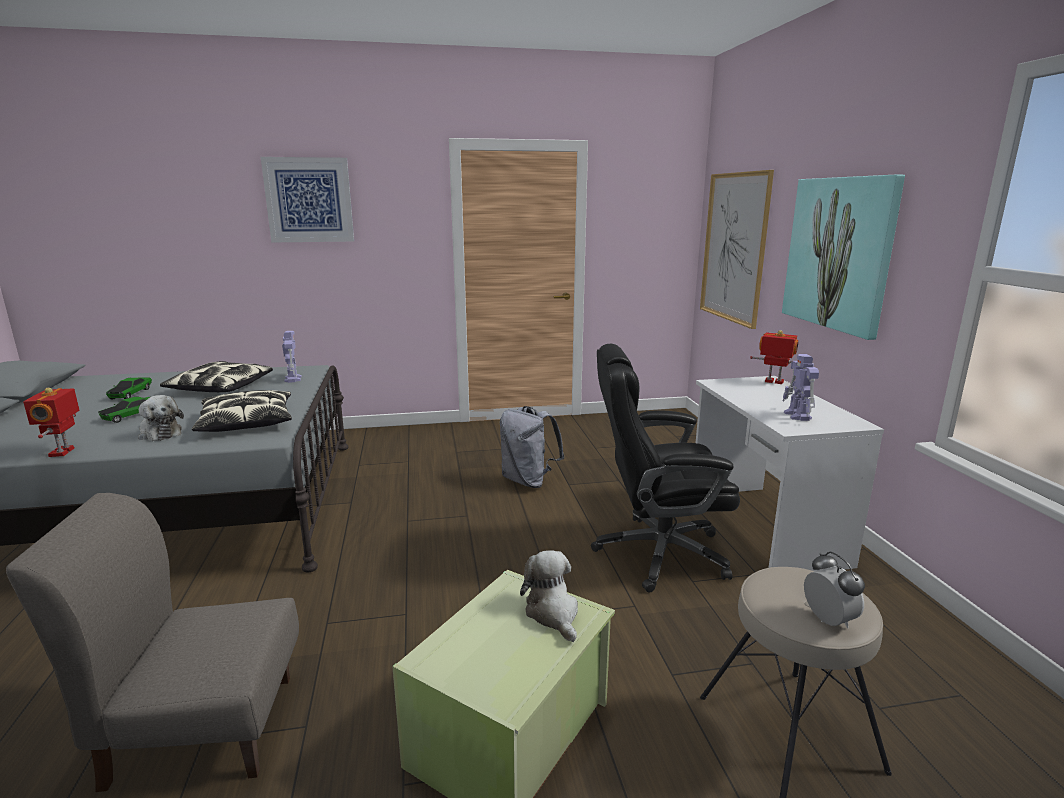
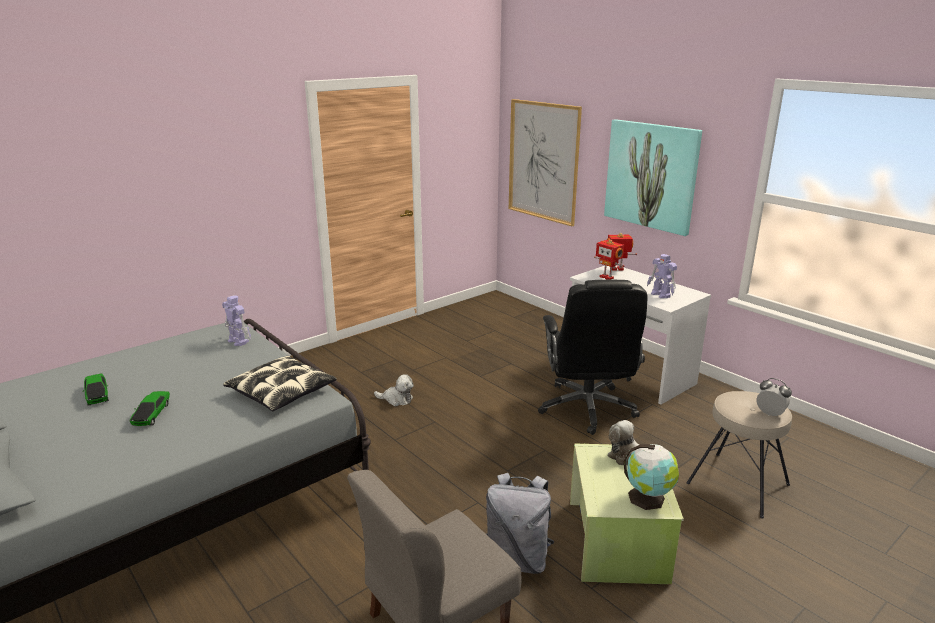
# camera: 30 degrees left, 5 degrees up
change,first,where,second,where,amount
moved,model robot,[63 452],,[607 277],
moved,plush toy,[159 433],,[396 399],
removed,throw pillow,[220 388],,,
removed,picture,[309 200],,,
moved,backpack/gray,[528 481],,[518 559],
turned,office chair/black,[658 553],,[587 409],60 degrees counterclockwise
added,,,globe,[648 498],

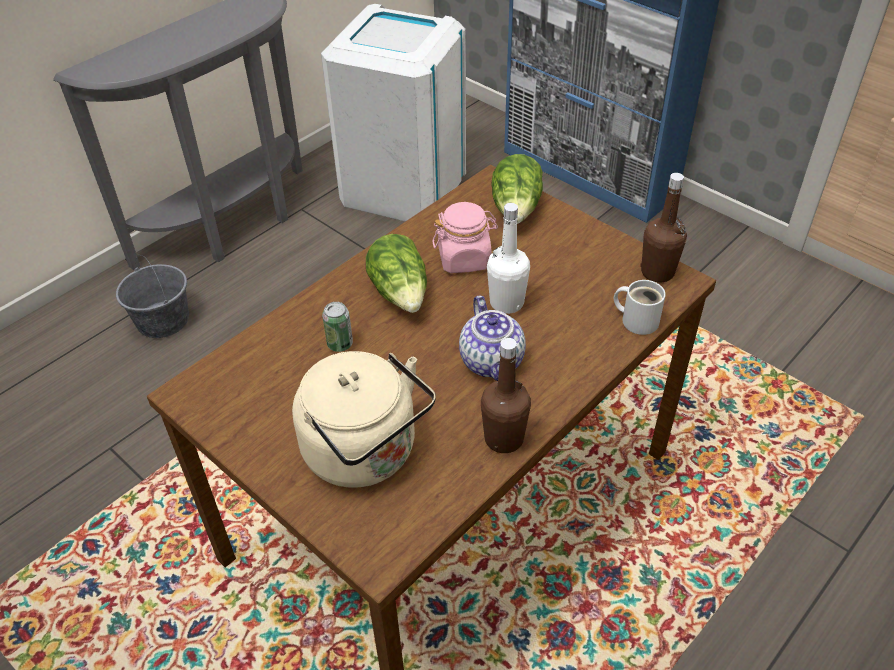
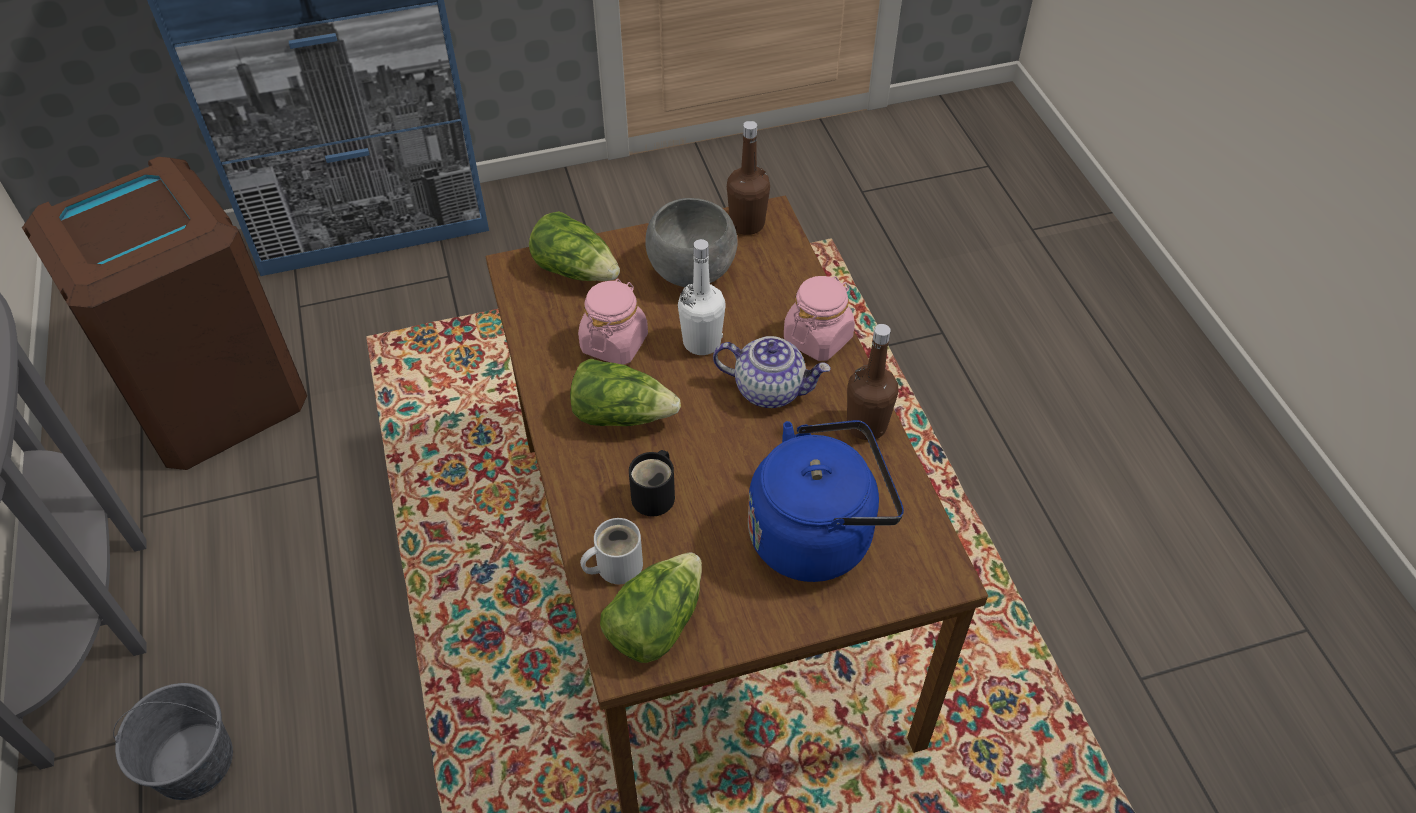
# camera: 60 degrees left, 5 degrees up
change,first,where,second,where,amount
recoloured,kettle/beige-coloured,[366 454],kettle/blue-coloured,[817 534],
recoloured,waste bin/white,[403 186],waste bin/brown-coloured,[213 395],
replaced,can,[340 344],mug/black,[656 495],
moved,mug/white,[637 319],,[614 565],
added,,,lettuce head,[655 622],
added,,,deep dish/gray,[692 270],
added,,,storage jar/pink,[818 338],

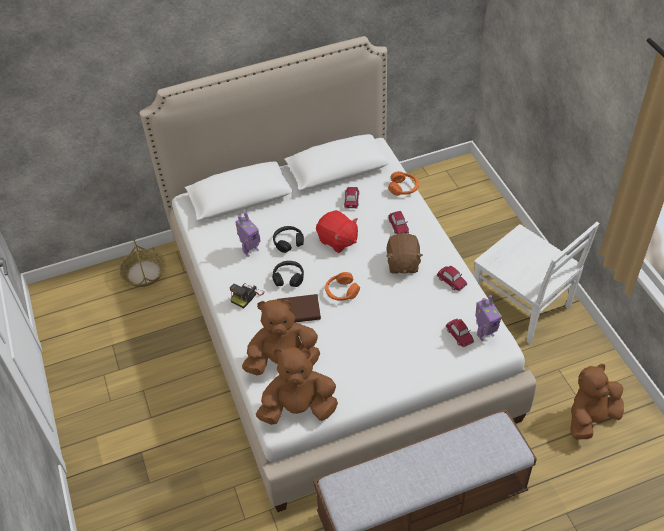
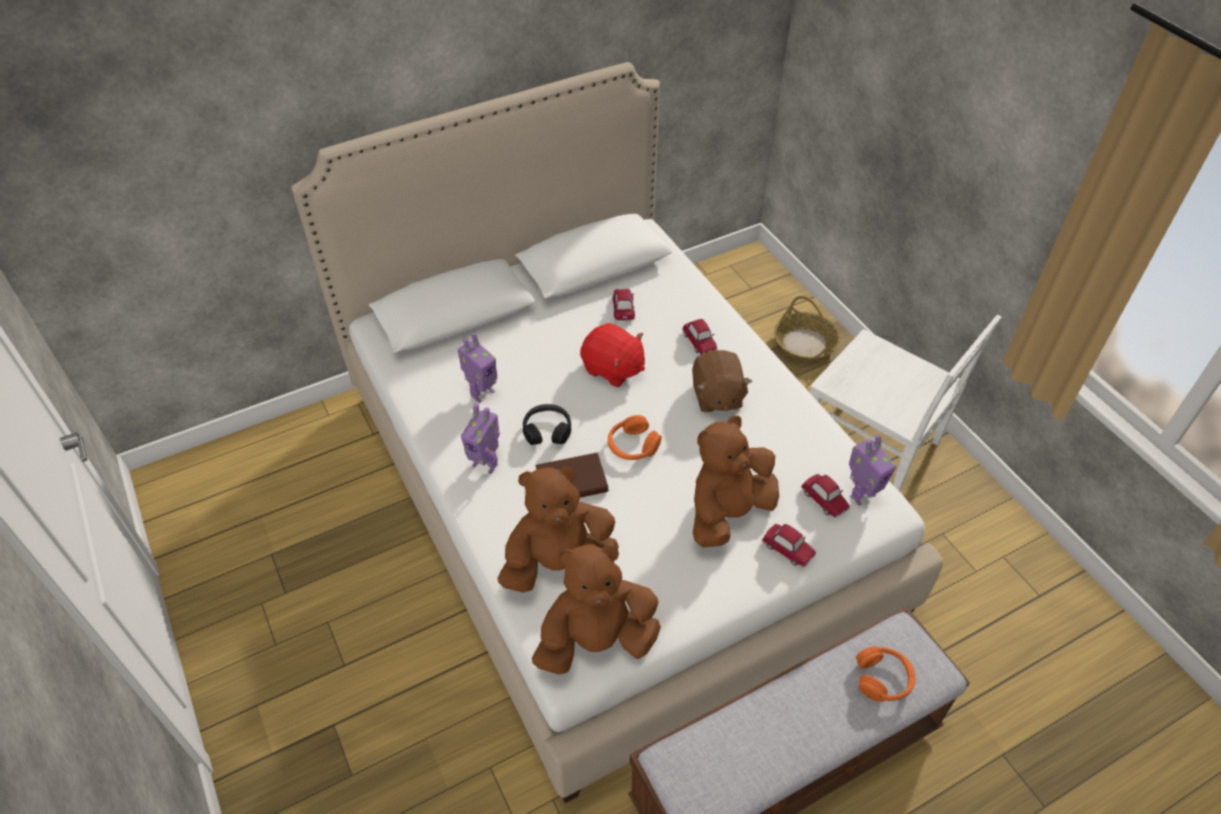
# camera: 10 degrees left, 0 degrees up
change,first,where,second,where,amount
moved,household basket,[143 273],,[804 344],
replaced,still camera,[246 296],model robot,[486 464],
removed,headset/black,[288 242],,,
moved,headset/orange,[403 188],,[883 679],
moved,miniature car,[451 281],,[788 549],
moved,plush toy/brown-coloured,[591 418],,[728 512],

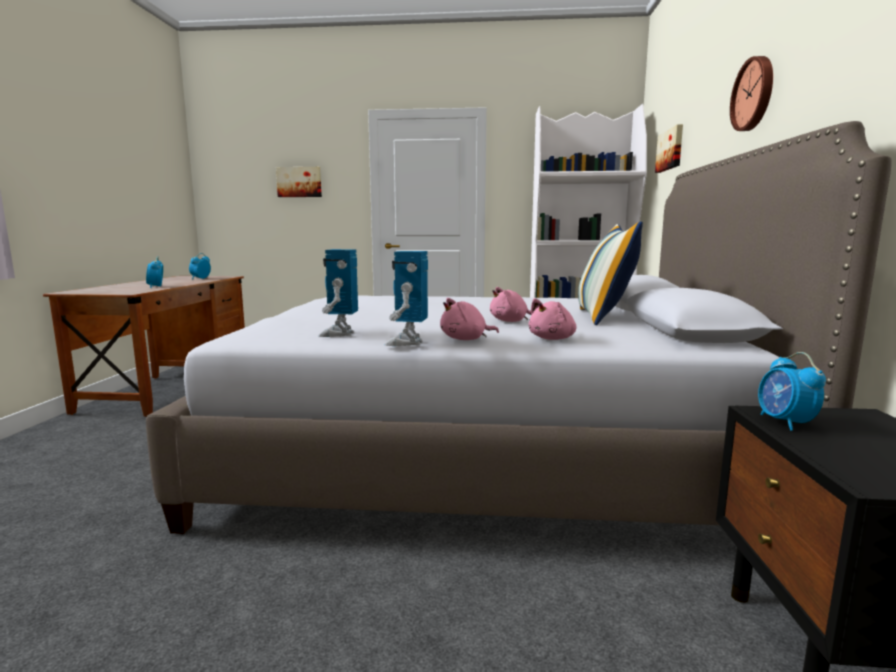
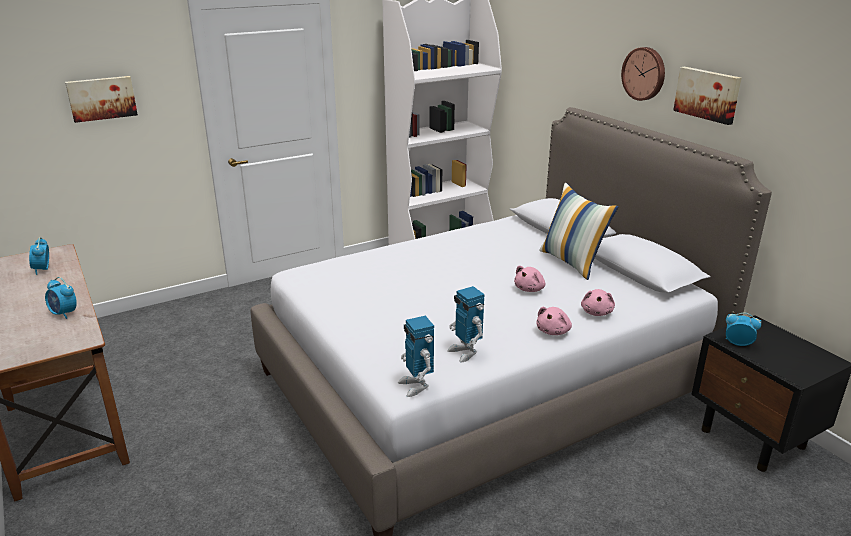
# camera: 35 degrees left, 15 degrees up
change,first,where,second,where,amount
moved,model robot,[407 343],,[416 386],
moved,picture,[671 149],,[708 94],
turned,alarm clock,[785 422],,[737 343],150 degrees clockwise

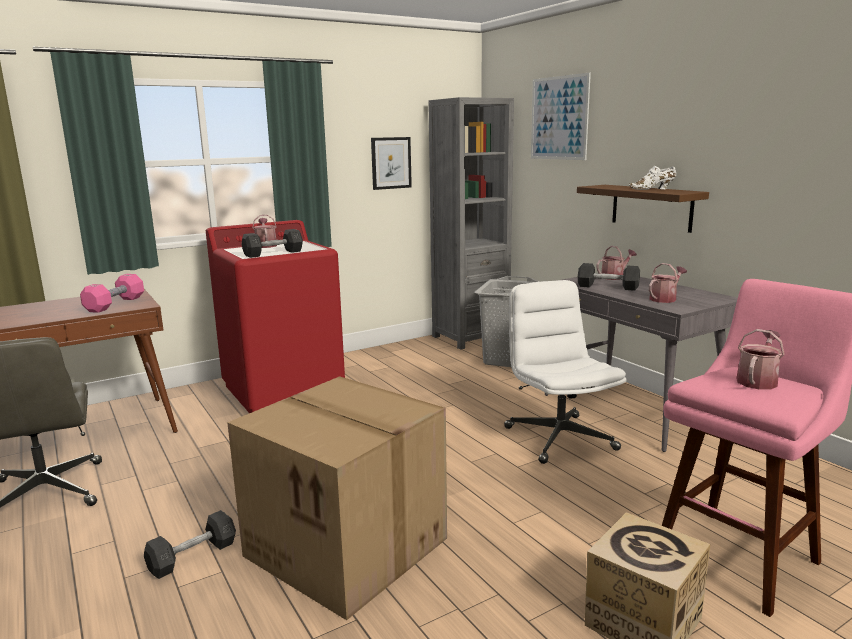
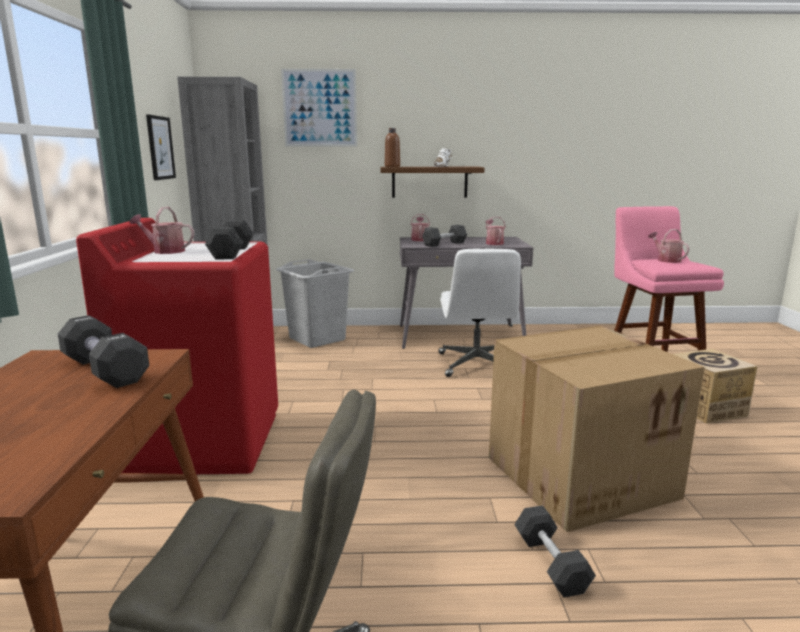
# camera: 60 degrees left, 0 degrees up
change,first,where,second,where,amount
recoloured,hand weight/pink,[115 304],hand weight/black,[105 370],
turned,office chair/white,[559 438],,[476 364],105 degrees counterclockwise
added,,,bottle/brown-coloured,[392 166],

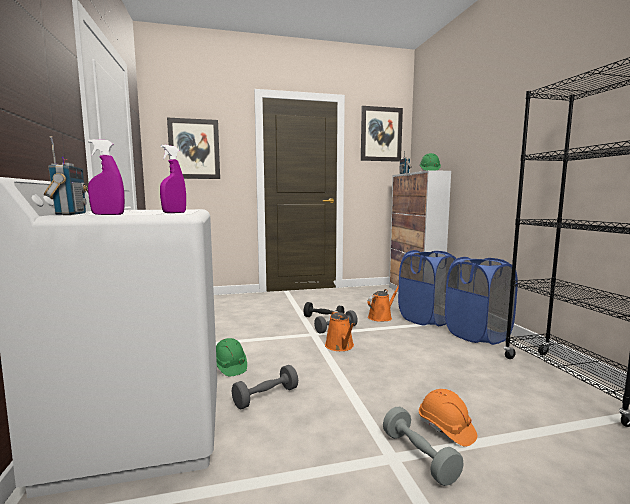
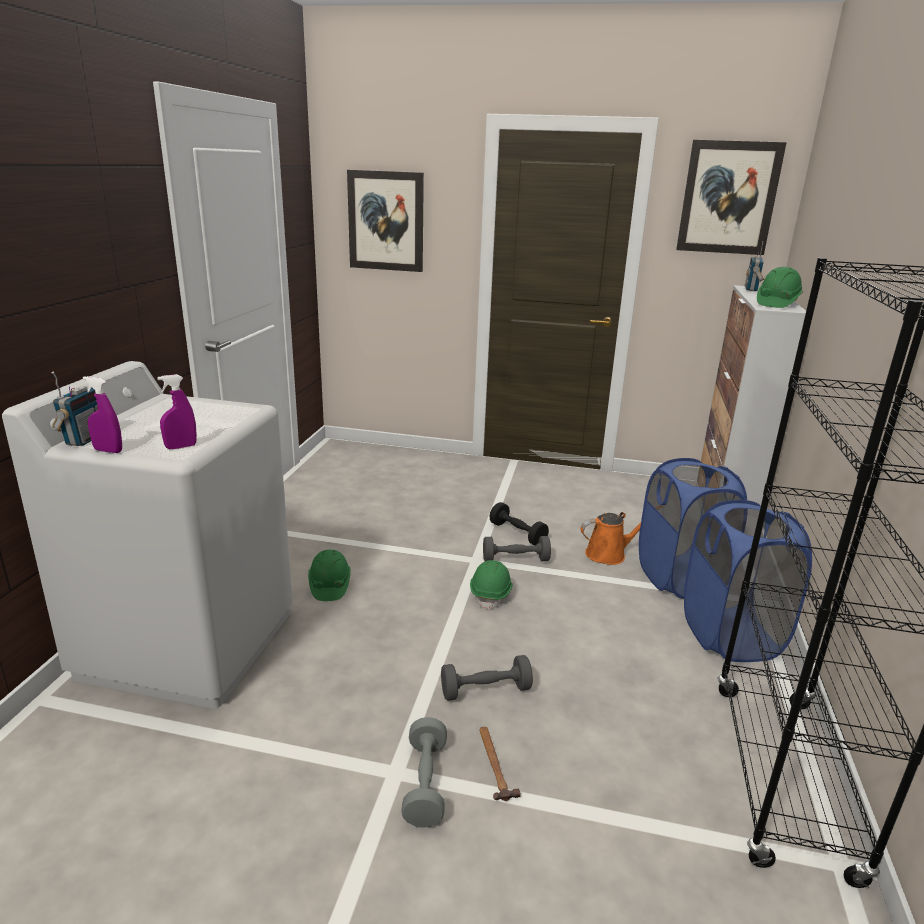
# camera: 25 degrees right, 15 degrees up
change,first,where,second,where,amount
moved,hand weight/gray,[266 397],,[485 690],
replaced,sprinkling can/orange,[340 346],work helmet/greenish,[491 593],
replaced,work helmet/orange,[446 429],hand hammer,[495 764],

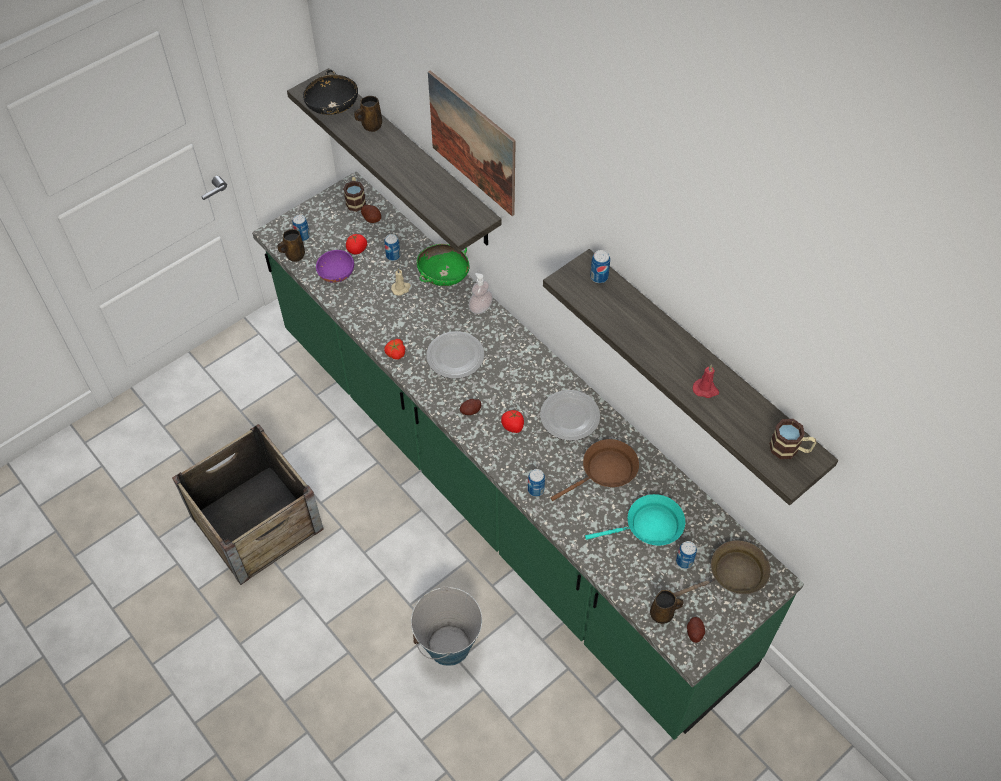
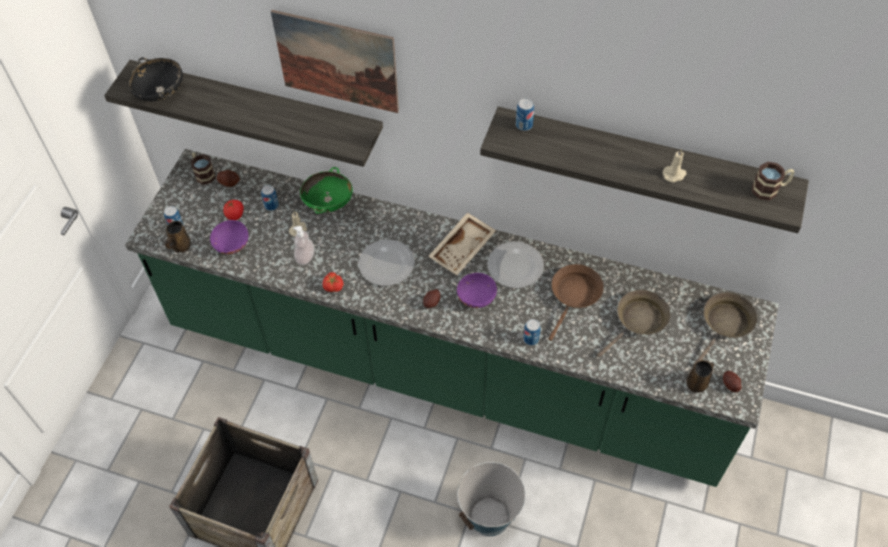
# camera: 30 degrees left, 0 degrees up
change,first,where,second,where,amount
removed,mug/brown-coloured,[370 125],,,
moved,soap bottle,[480 307],,[305 257],
replaced,whole tomato,[513 426],deep dish/purple-coloured,[476 297],
recoloured,pan/turquoise-coloured,[649 527],pan/brown-coloured,[638 321],
removed,can,[684 561],,,
recoloured,wax candle/reddish,[705 389],wax candle/beige-coloured,[674 174],
added,,,tray/beige-coloured,[463 249],

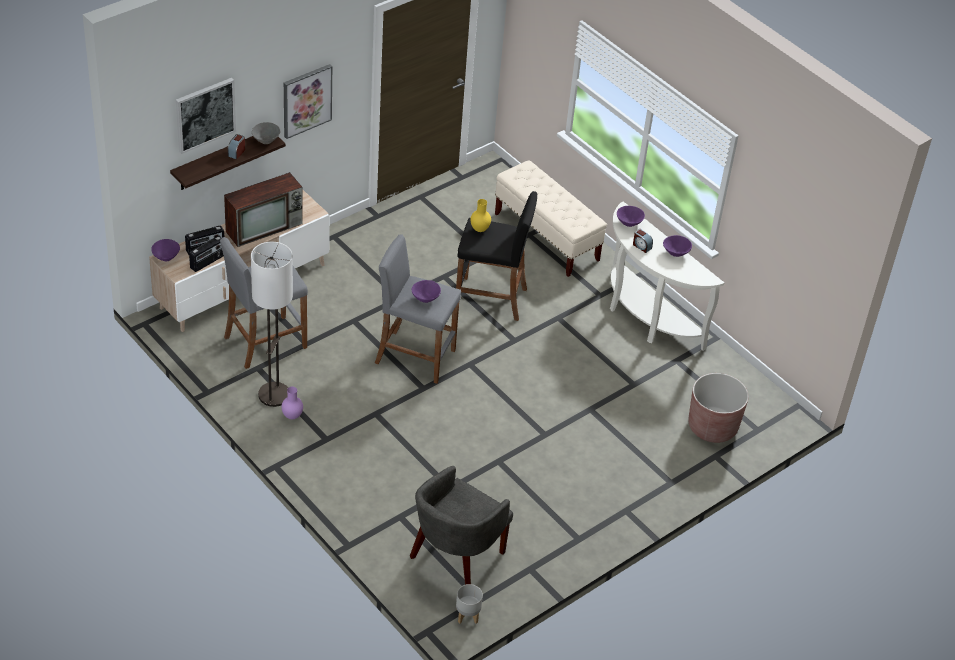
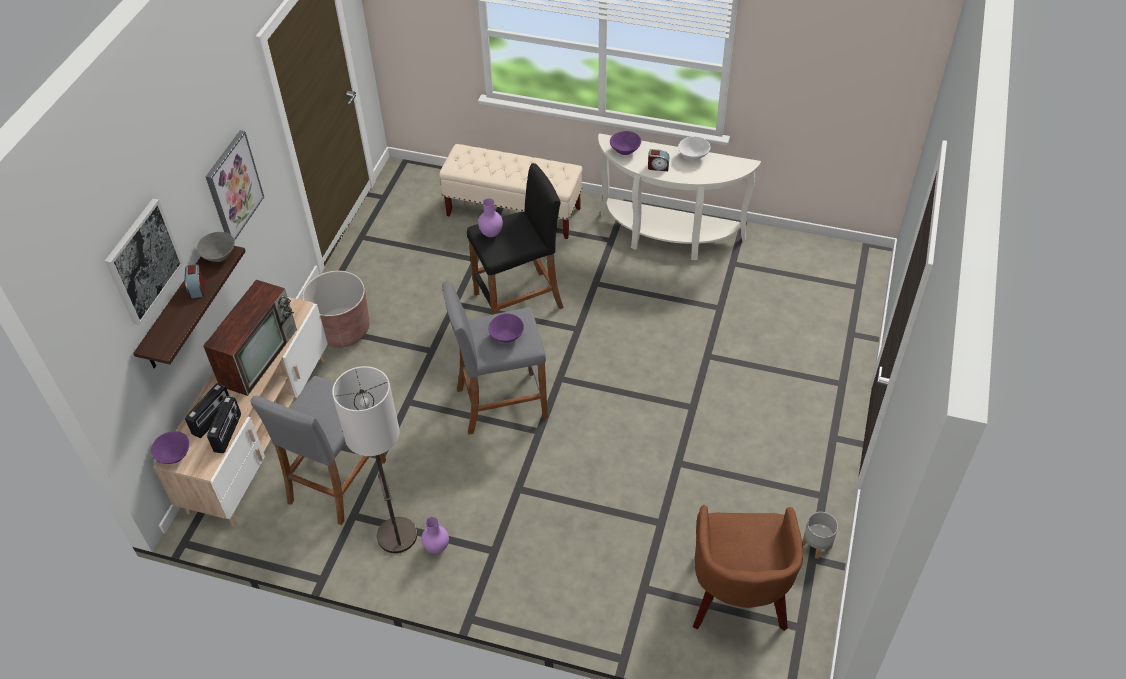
# camera: 30 degrees left, 5 degrees up
change,first,where,second,where,amount
recoloured,lounge chair/gray,[456 558],lounge chair/brown-coloured,[737 597],
moved,planter/gray,[467 615],,[816 545],
recoloured,decorative vase/yellow-coloured,[480 229],decorative vase/purple-coloured,[491 233],
recoloured,deep dish/purple-coloured,[675 253],deep dish/white,[692 156],
moved,planter/brown-coloured,[712 427],,[342 330],

